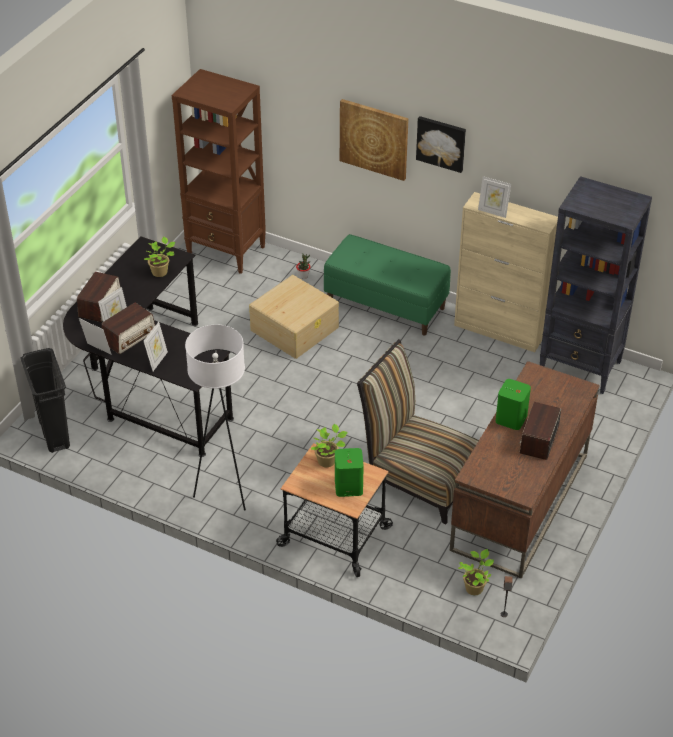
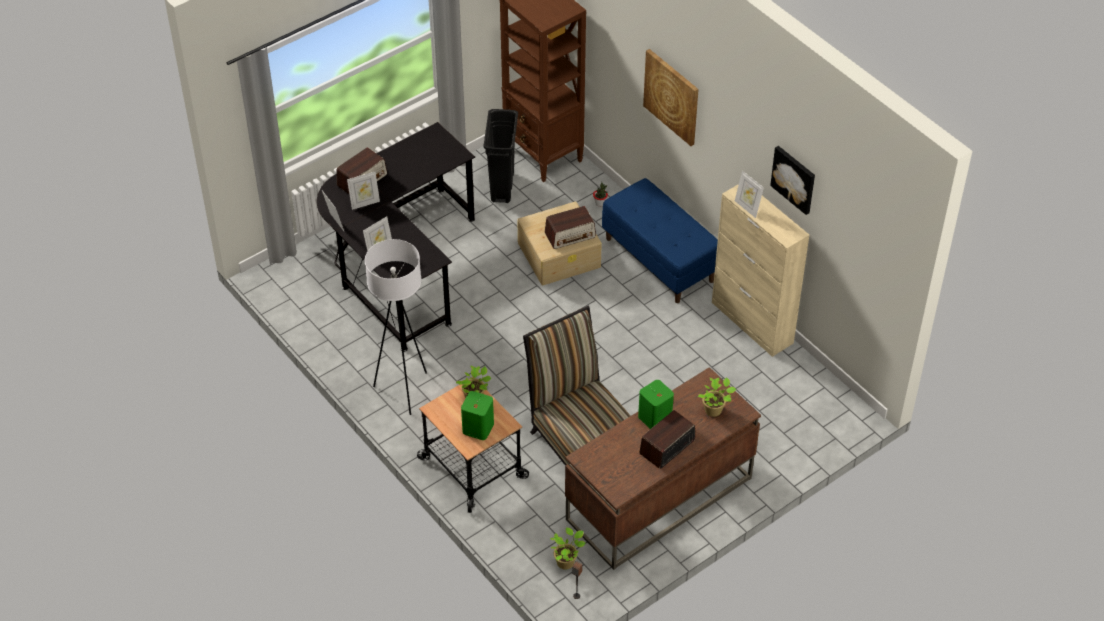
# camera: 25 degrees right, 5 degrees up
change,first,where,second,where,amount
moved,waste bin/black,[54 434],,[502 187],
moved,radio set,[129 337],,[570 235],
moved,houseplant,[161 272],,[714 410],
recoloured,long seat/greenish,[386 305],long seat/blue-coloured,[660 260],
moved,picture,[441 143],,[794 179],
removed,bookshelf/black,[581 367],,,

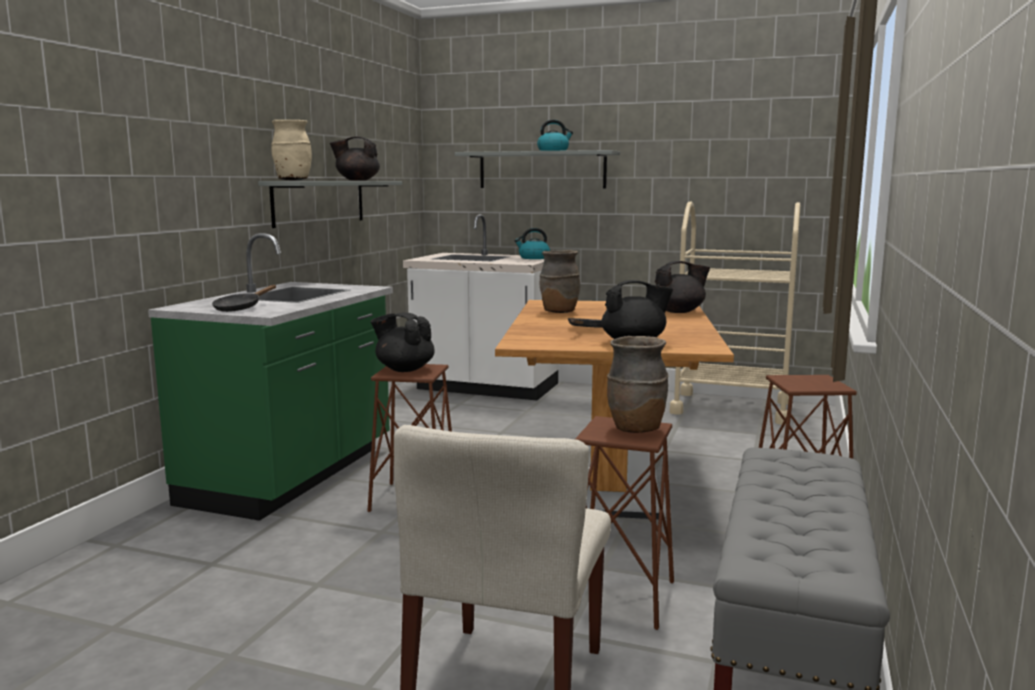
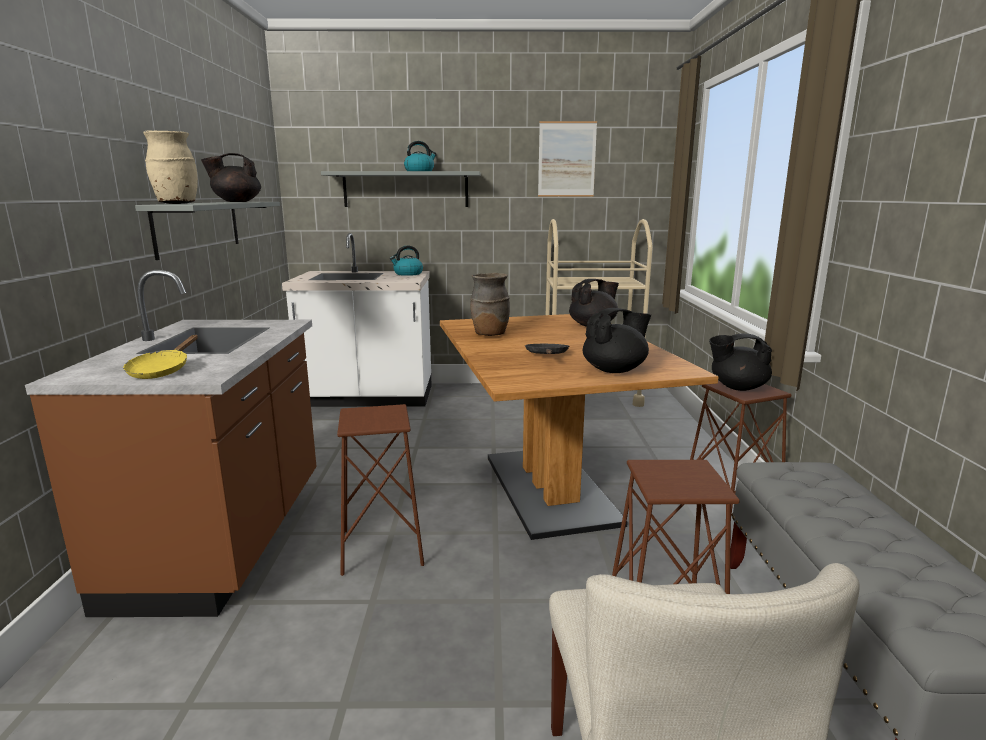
# camera: 20 degrees left, 5 degrees up
change,first,where,second,where,amount
recoloured,counter/greenish,[293 475],counter/brown-coloured,[226 540],
recoloured,pan/black,[240 308],pan/yellow-coloured,[162 370],
moved,pot for tea/black,[404 369],,[737 387],
removed,decorative vase/brown-coloured,[635 429],,,
added,,,picture,[566 159],

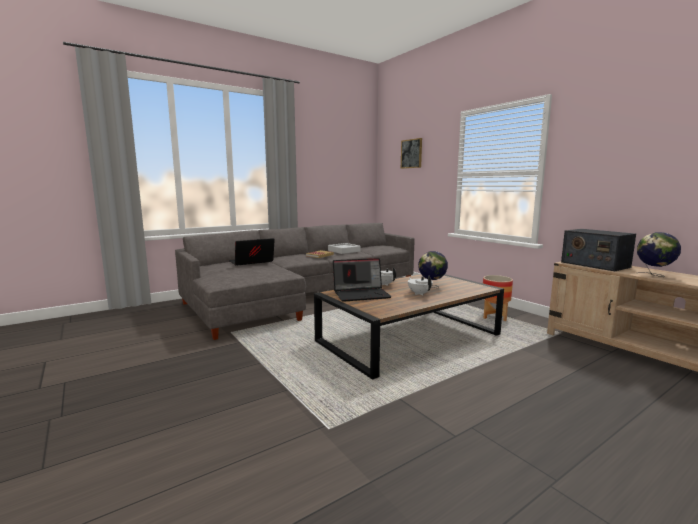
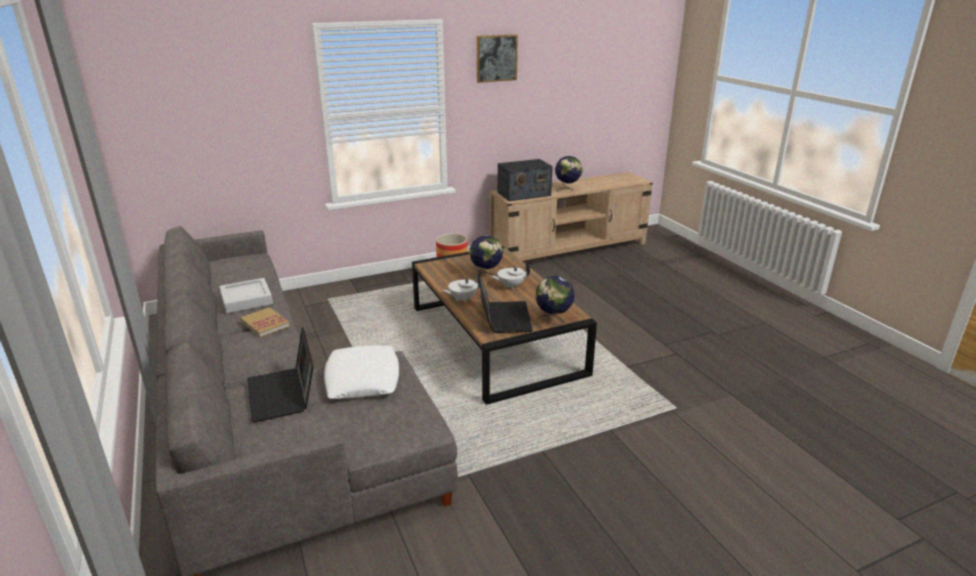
# camera: 80 degrees left, 15 degrees up
change,first,where,second,where,amount
moved,picture,[411 153],,[496 58],
added,,,throw pillow/white,[362 379],
added,,,globe,[553 321],

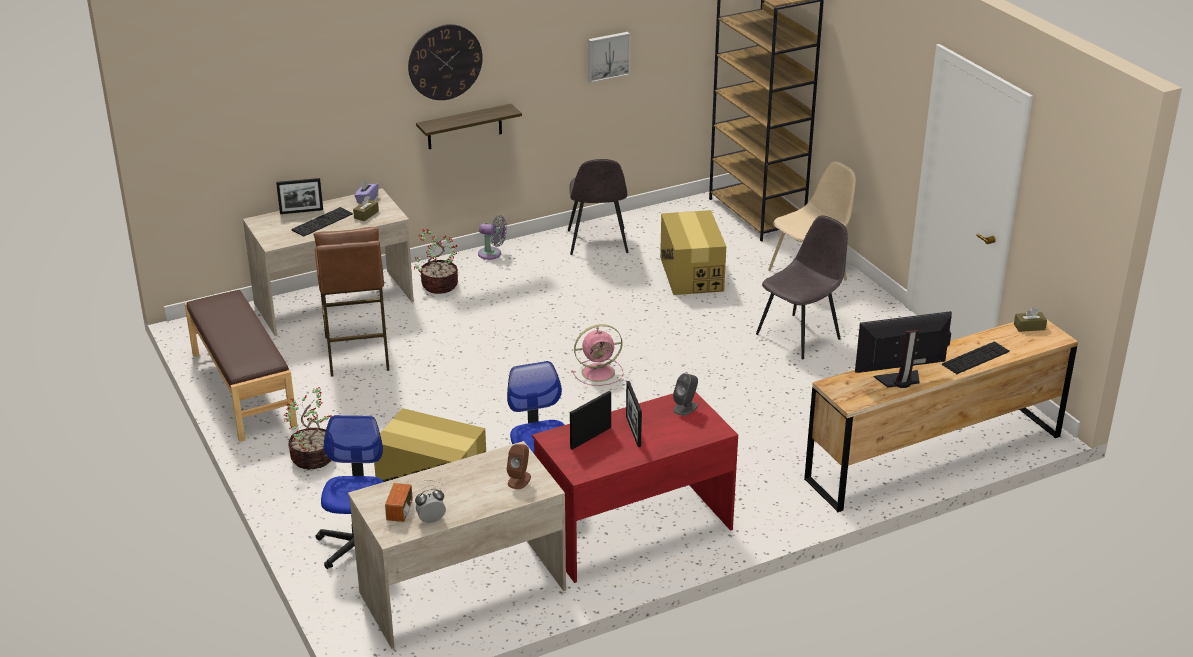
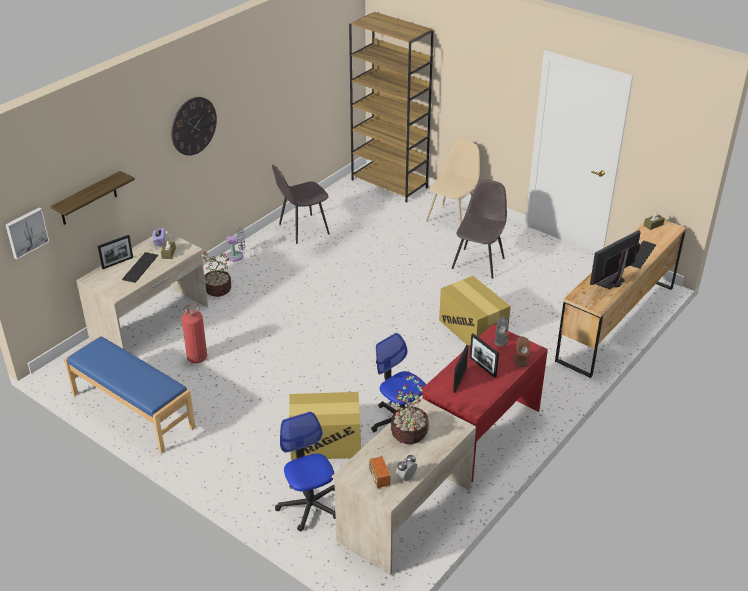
# camera: 25 degrees left, 5 degrees up
change,first,where,second,where,amount
recoloured,long seat/brown-coloured,[242 389],long seat/blue-coloured,[132 411],
moved,houseplant,[313 457],,[409 432],
replaced,stool/brown-coloured,[357 353],fire-fighting cylinder,[197 358],
moved,bracket shelf,[464 127],,[88 199],
moved,speaker/brown-coloured,[519 480],,[520 360],
turned,upright chair/gray,[597 242],,[302 229],90 degrees clockwise
removed,cooling fan/pink,[599 372],,,
moved,picture,[607 56],,[26 232],
moved,packing box,[691 274],,[473 329],

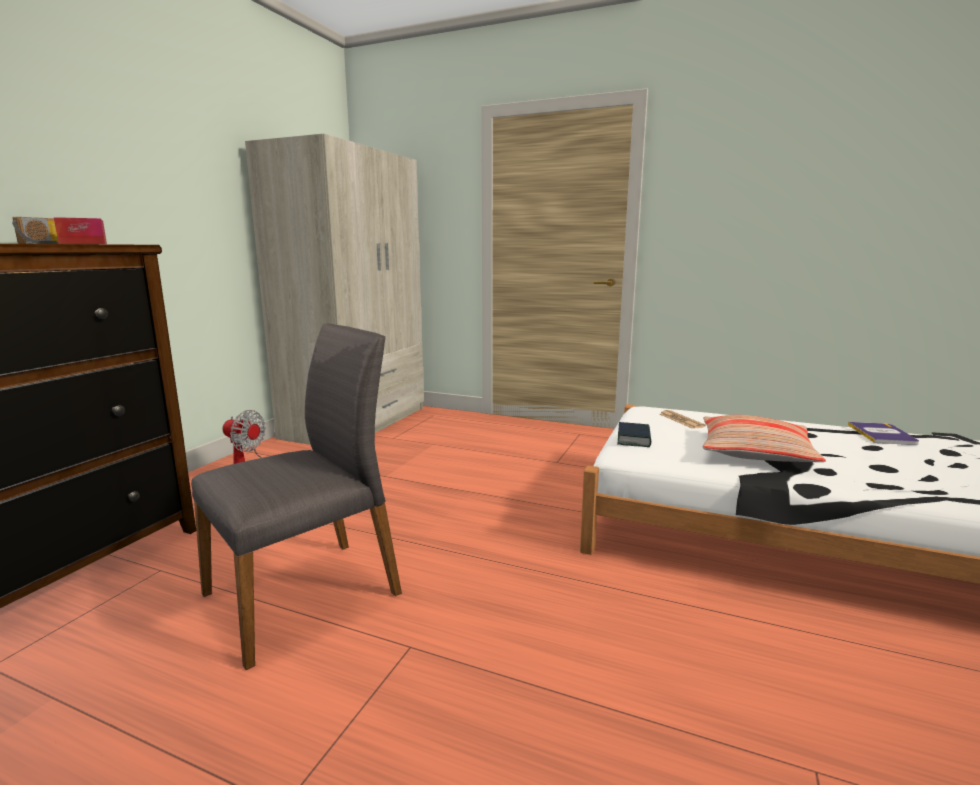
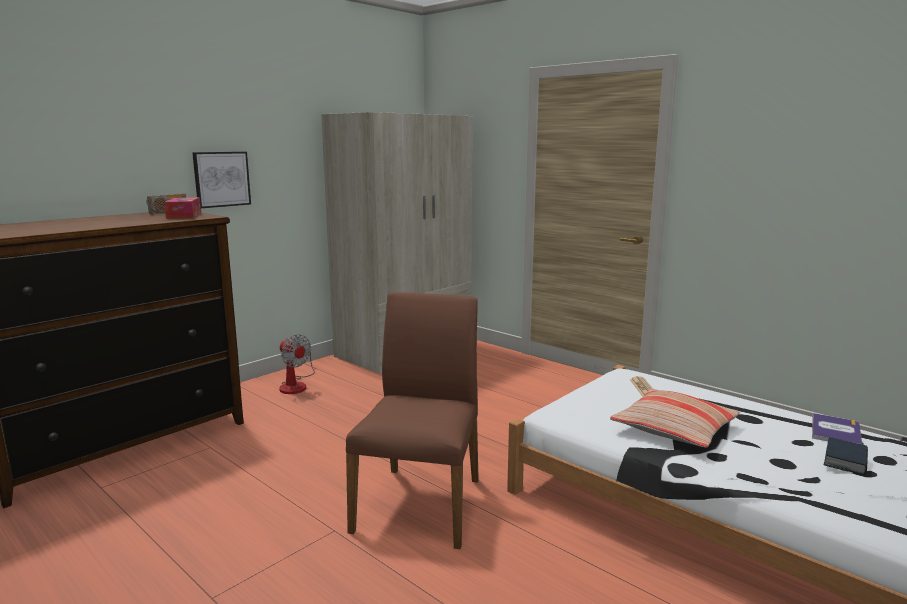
# camera: 20 degrees right, 0 degrees up
change,first,where,second,where,amount
removed,upright chair/gray,[306 594],,,
moved,volume,[634 439],,[845 461],
added,,,picture,[221 179],
added,,,upright chair/brown-coloured,[421 503],

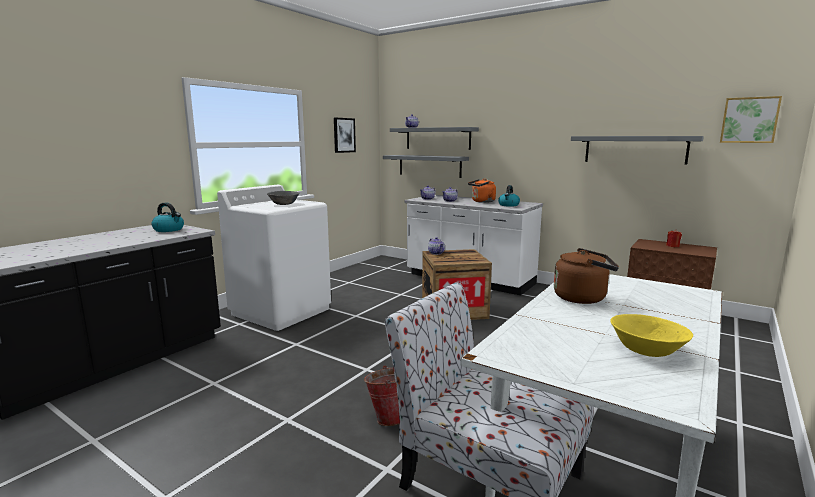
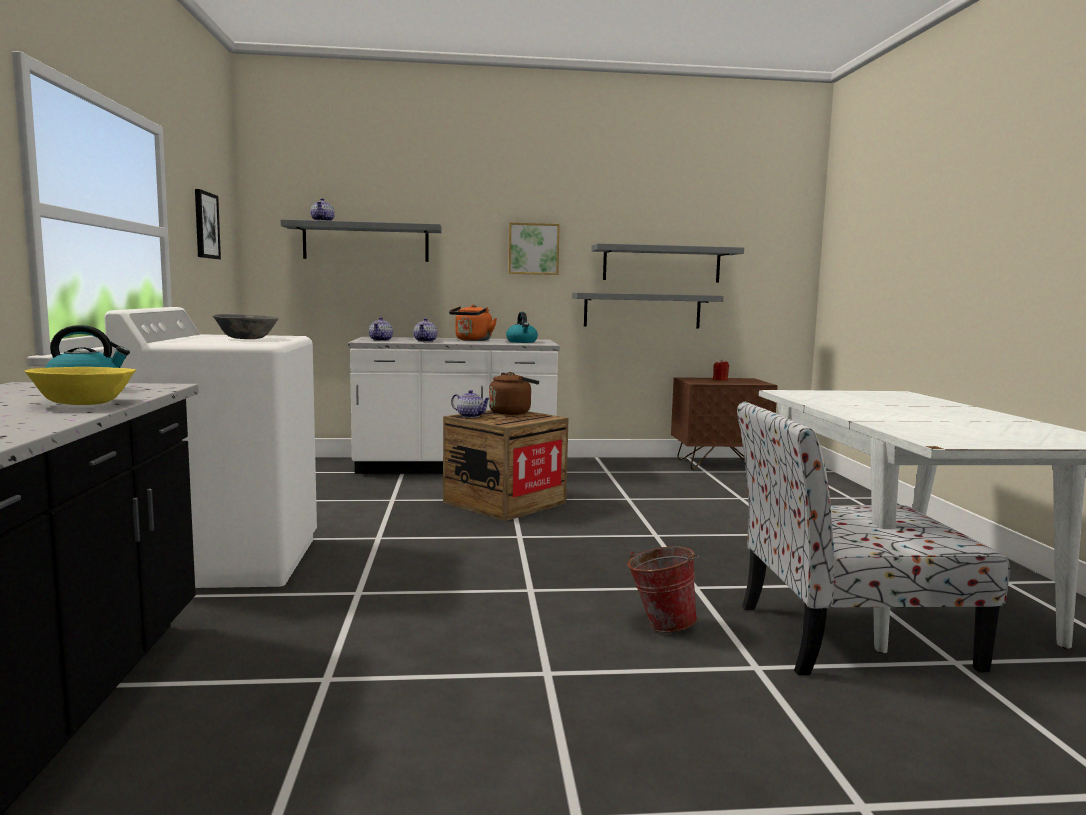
# camera: 40 degrees left, 5 degrees down
change,first,where,second,where,amount
moved,bracket shelf/gray,[429 166],,[642 310],
moved,kettle/brown-coloured,[583 298],,[512 412],
moved,deep dish/yellow-coloured,[646 351],,[83 404],
moved,picture,[749 120],,[533 249],

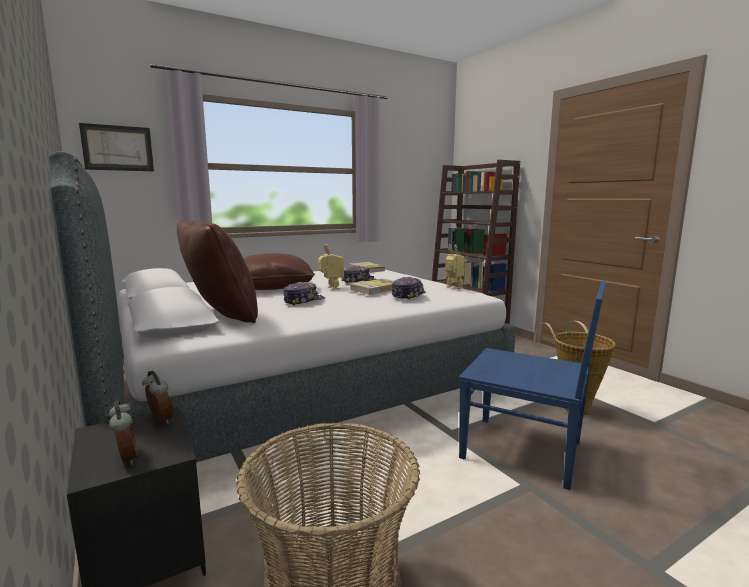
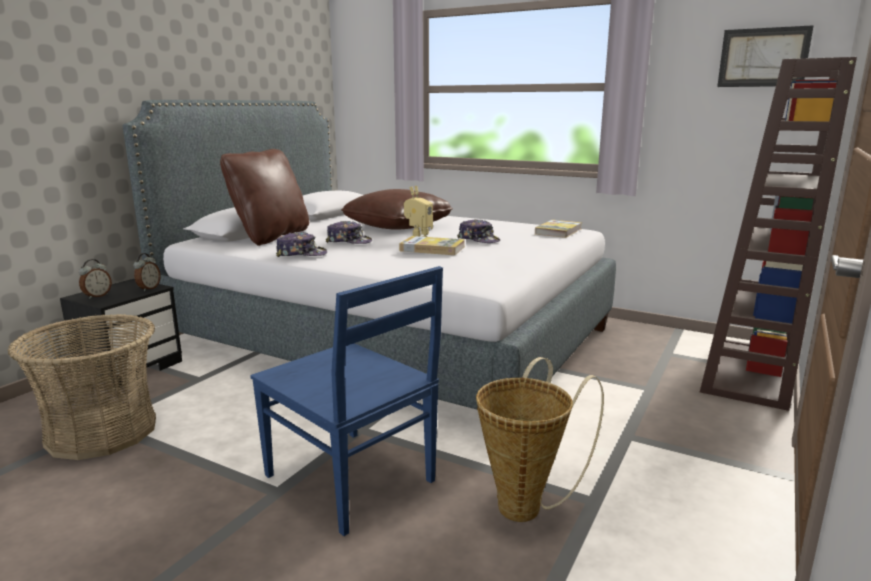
# camera: 60 degrees right, 5 degrees up
change,first,where,second,where,amount
moved,picture,[118 148],,[763 57],
moved,cap,[408 295],,[301 254],
removed,model robot,[453 288],,,
turned,upright chair/blue-coloured,[524 451],,[351 480],45 degrees counterclockwise

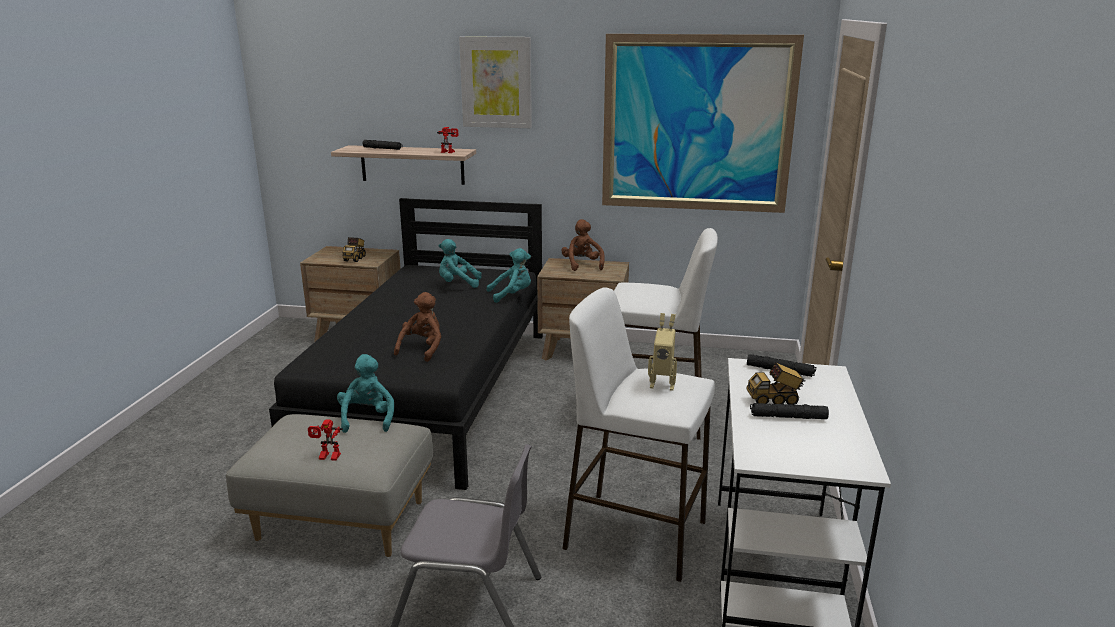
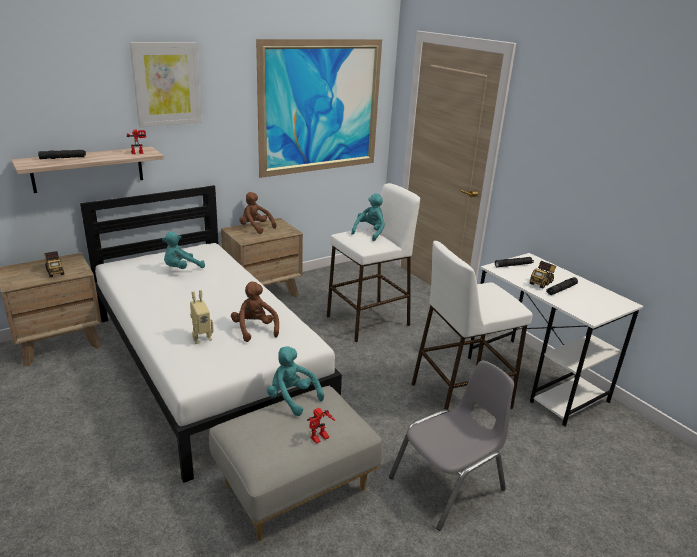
# camera: 45 degrees left, 5 degrees up
change,first,where,second,where,amount
recoloured,bedroom bed/black,[433 392],bedroom bed/white,[206 365],
moved,plush toy/turquoise-coloured,[512 295],,[370 232],
moved,model robot,[662 384],,[201 338],

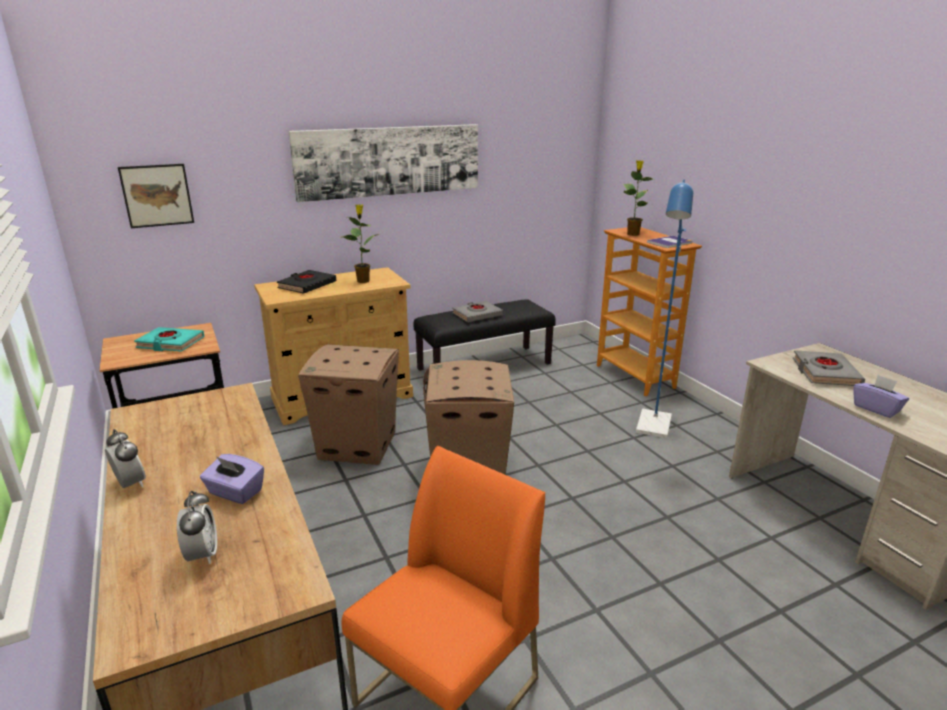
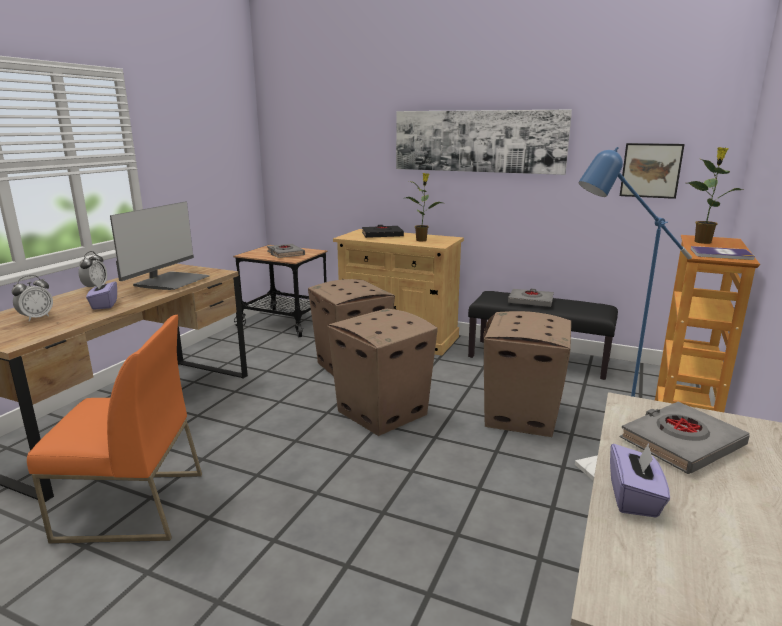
# camera: 50 degrees right, 5 degrees down
change,first,where,second,where,amount
moved,picture,[157 195],,[650 170],
recoloured,volume/turquoise-coloured,[170 343],volume/gray,[285 254],
added,,,monitor,[171 282],
added,,,packing box,[521 417],

